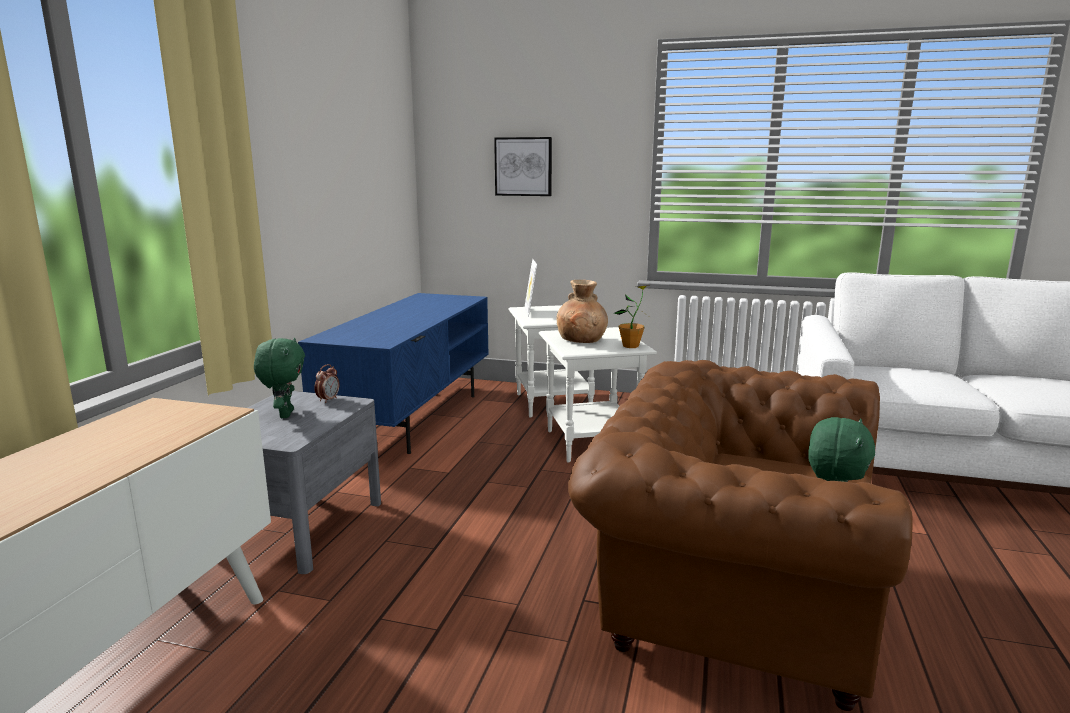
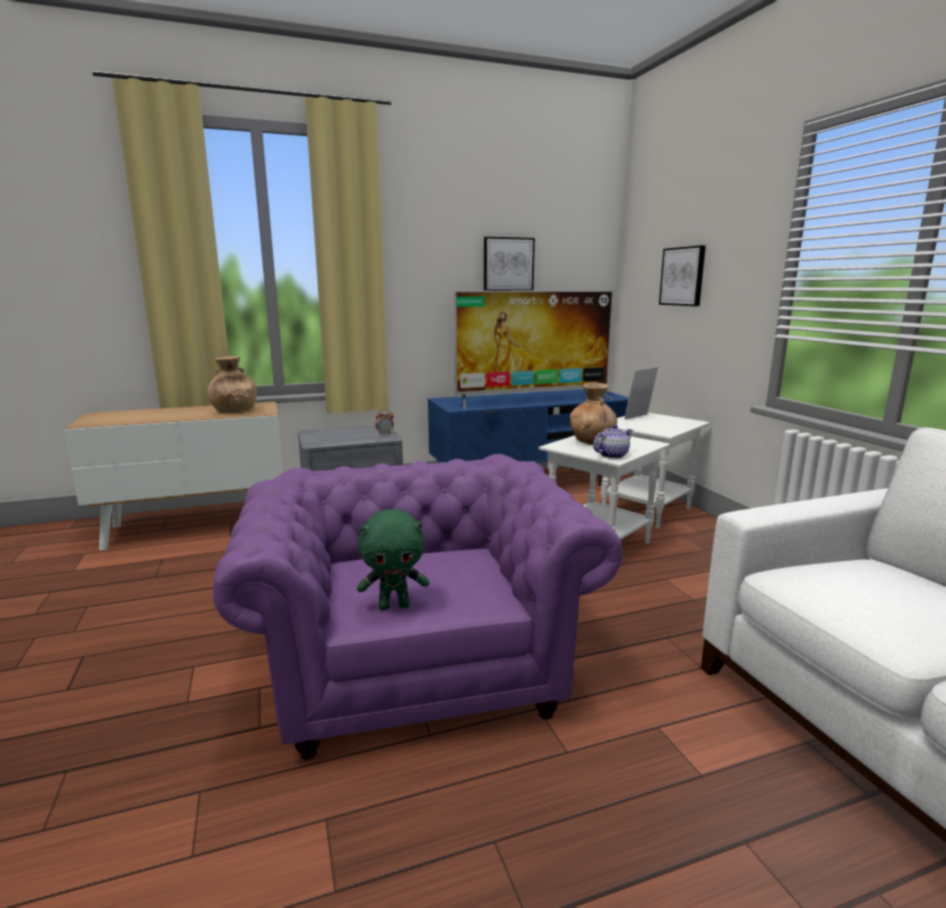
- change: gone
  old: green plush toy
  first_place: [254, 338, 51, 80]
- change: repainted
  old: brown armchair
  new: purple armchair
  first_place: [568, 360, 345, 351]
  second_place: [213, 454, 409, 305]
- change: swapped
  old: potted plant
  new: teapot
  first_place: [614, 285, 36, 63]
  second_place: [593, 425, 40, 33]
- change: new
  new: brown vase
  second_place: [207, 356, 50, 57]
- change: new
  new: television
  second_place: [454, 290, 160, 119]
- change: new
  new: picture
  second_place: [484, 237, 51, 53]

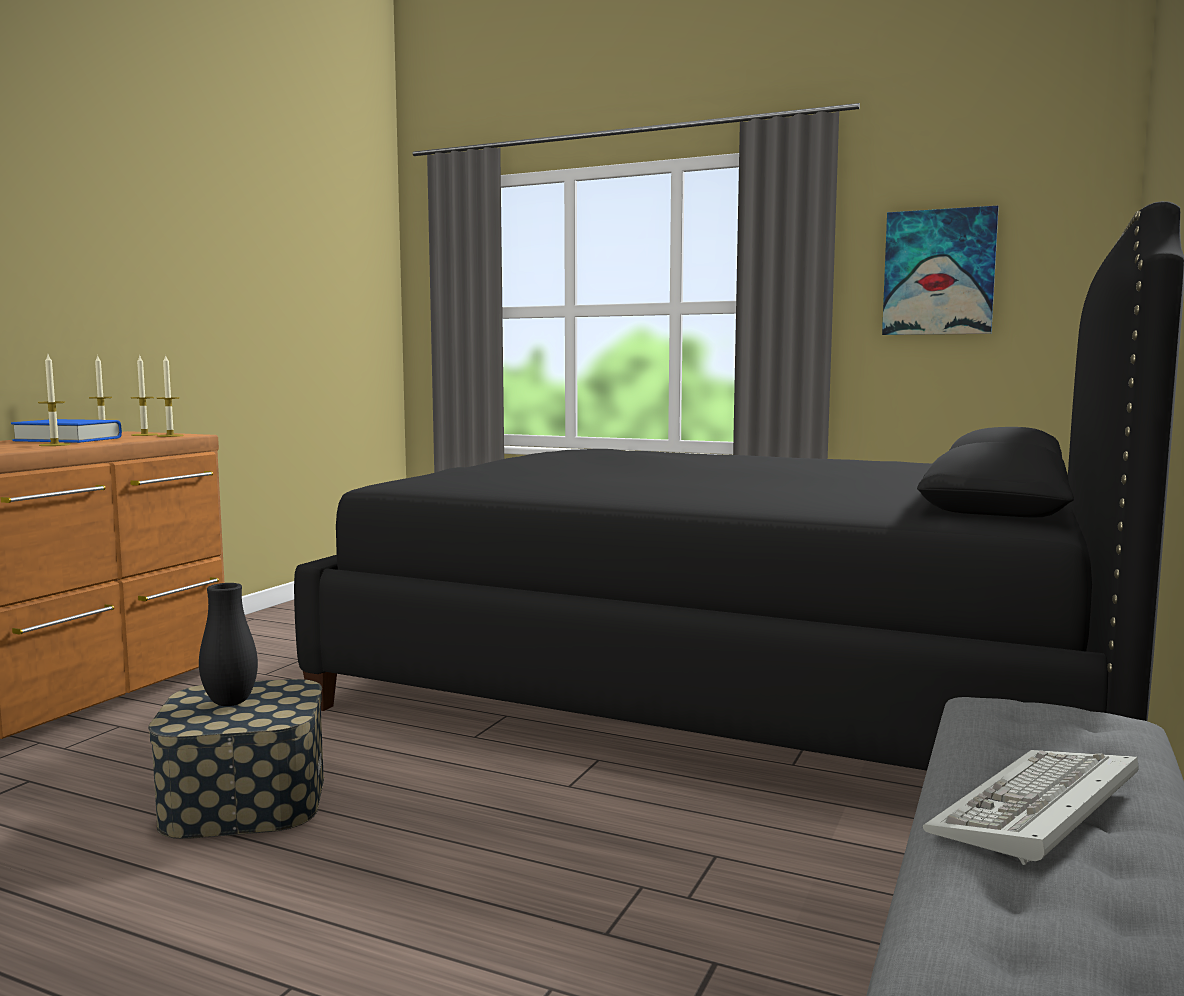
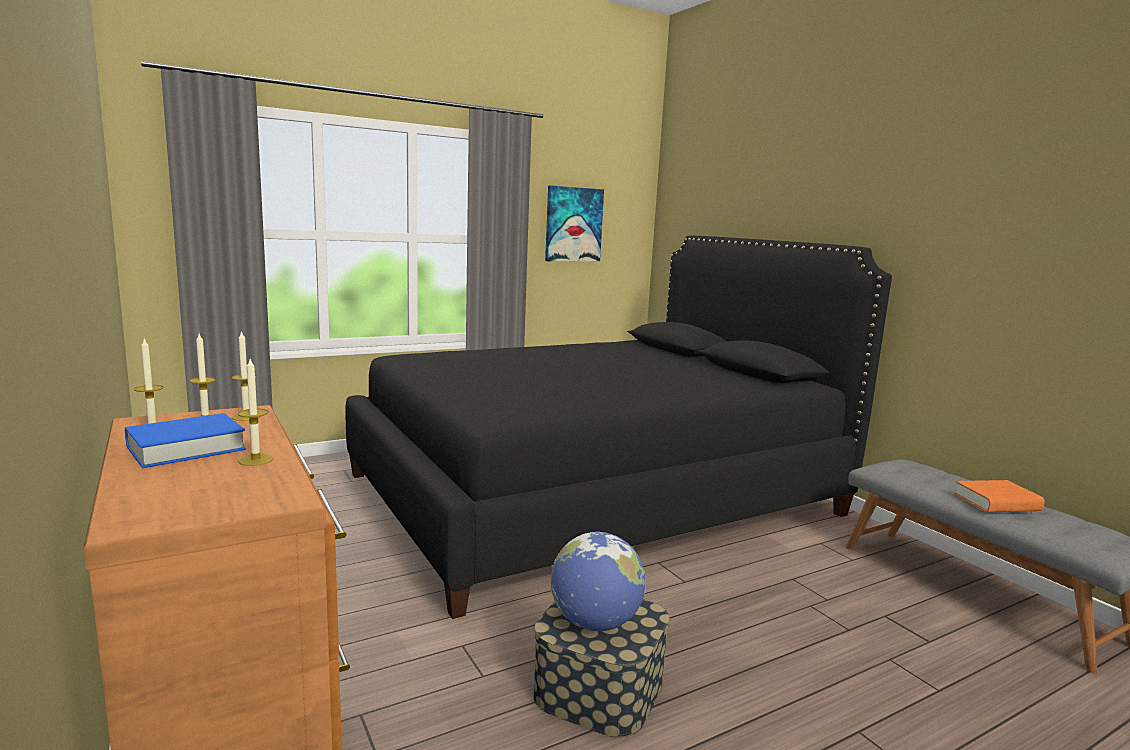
- change: swapped
  old: black vase
  new: globe
  first_place: [199, 583, 59, 123]
  second_place: [551, 532, 95, 99]
- change: swapped
  old: keyboard
  new: orange book
  first_place: [923, 750, 216, 115]
  second_place: [954, 480, 91, 32]

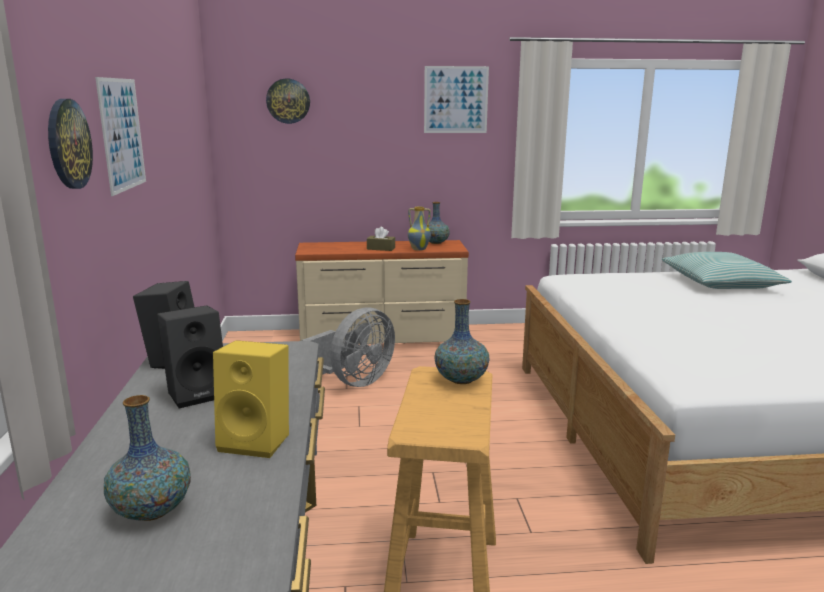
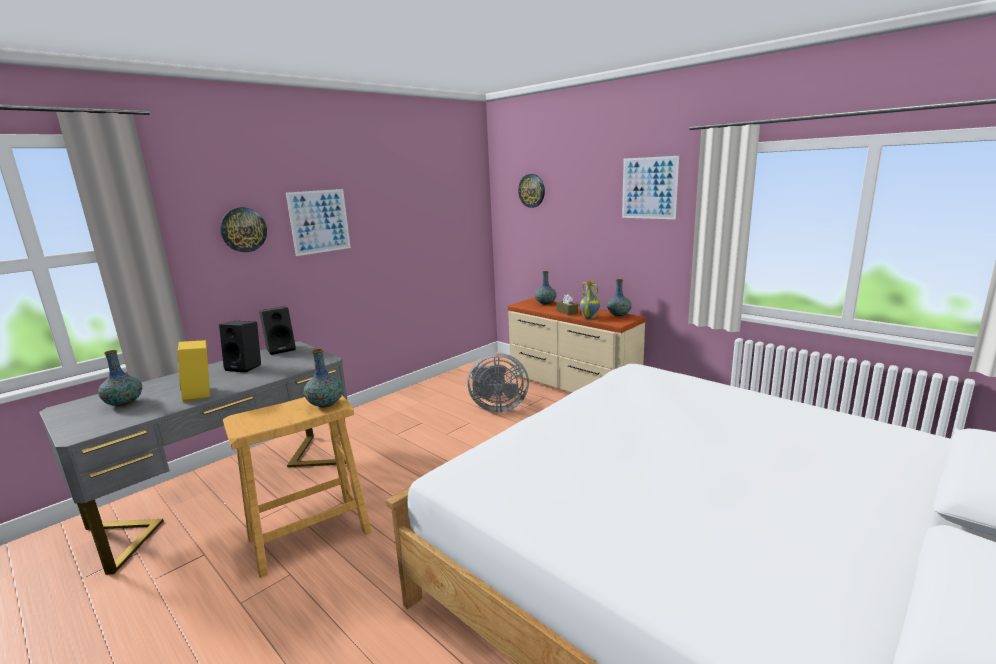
- change: gone
  old: pillow
  first_place: [662, 252, 130, 37]
- change: new
  new: vase
  second_place: [535, 271, 22, 34]

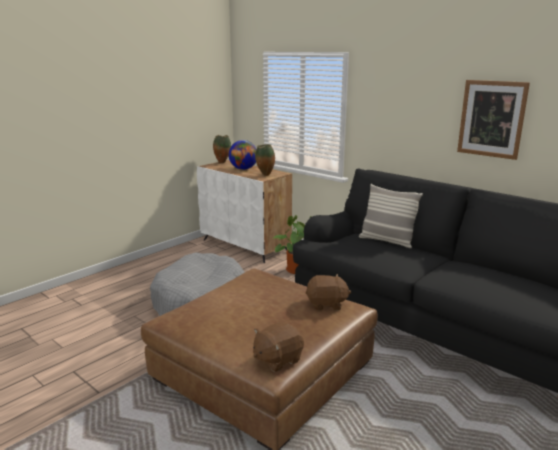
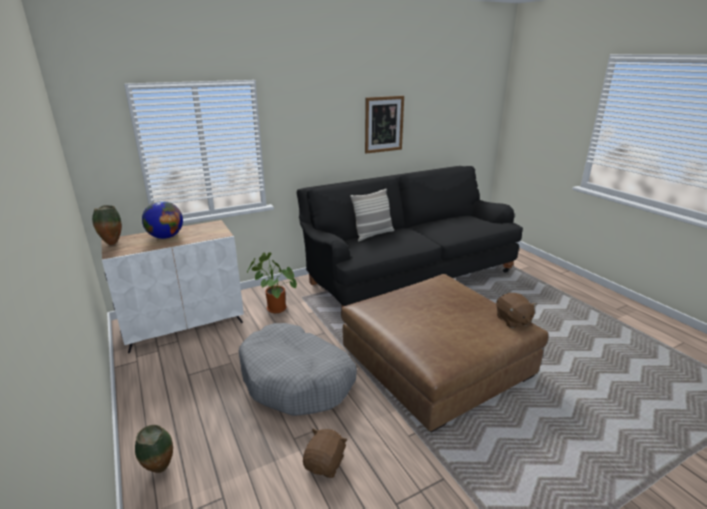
- change: shifted
  old: vase
  first_place: [255, 144, 20, 32]
  second_place: [135, 425, 38, 48]
- change: shifted
  old: brown plush toy
  first_place: [306, 274, 45, 36]
  second_place: [303, 429, 44, 49]

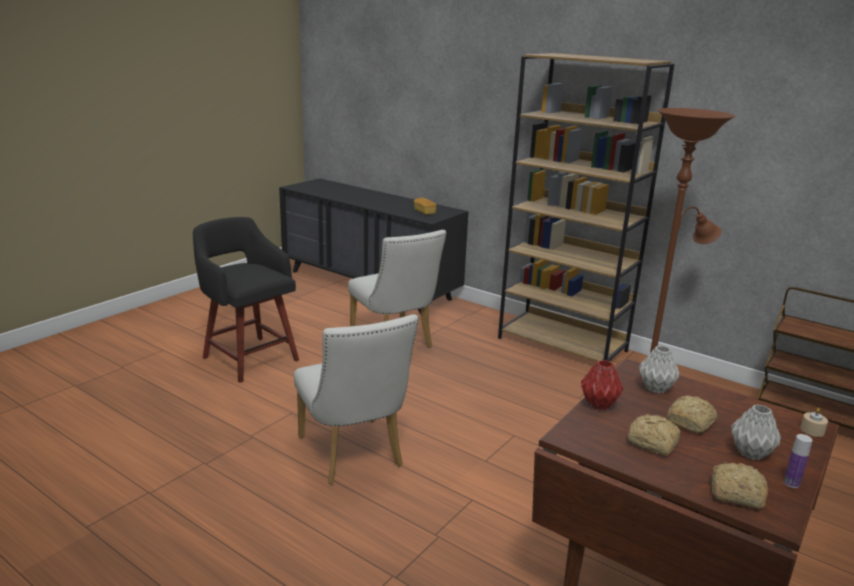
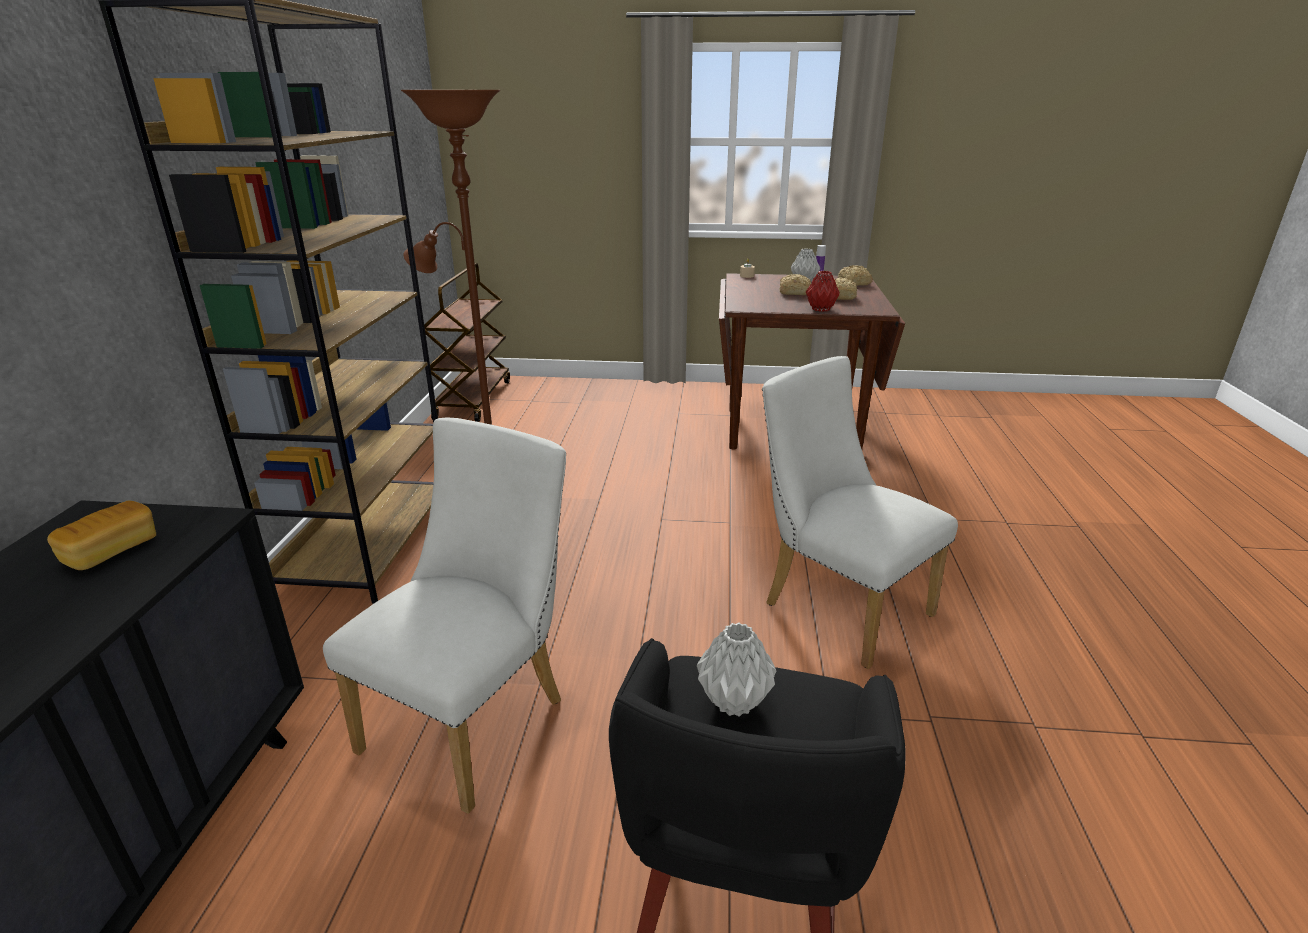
- change: rotated
  old: white chair
  first_place: [294, 314, 124, 170]
  second_place: [762, 356, 196, 313]
  degrees: -75
- change: shifted
  old: grey vase
  first_place: [639, 346, 41, 47]
  second_place: [697, 622, 79, 95]

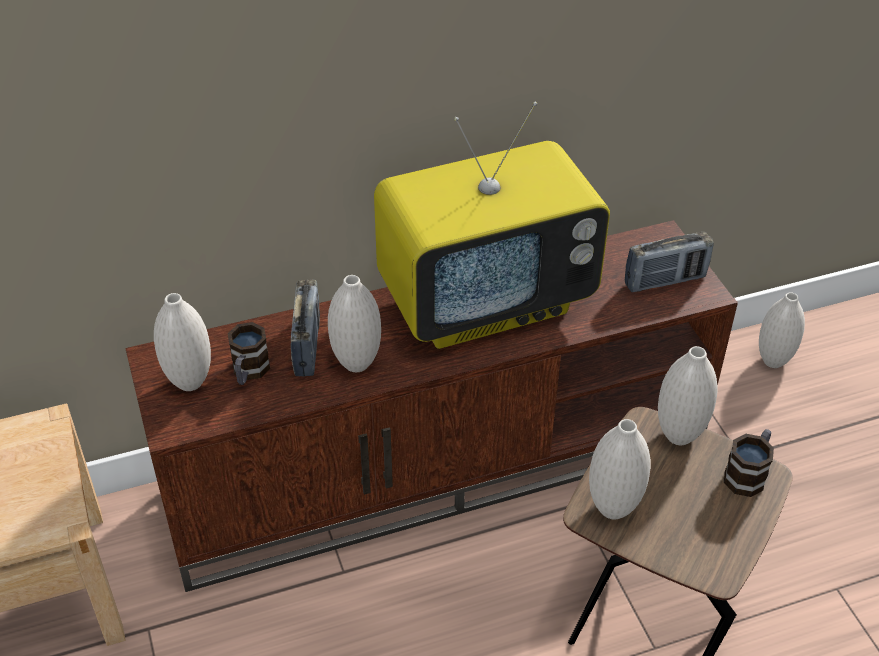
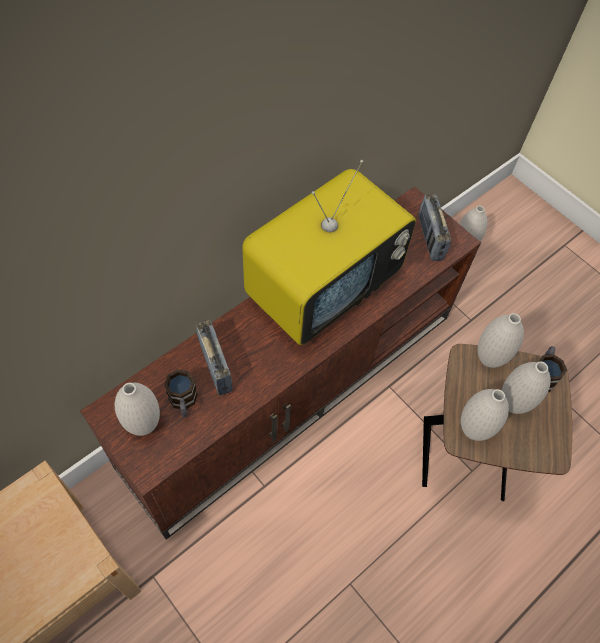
- change: shifted
  old: white vase
  first_place: [328, 275, 53, 97]
  second_place: [502, 361, 49, 53]
- change: rotated
  old: radio
  first_place: [625, 232, 89, 60]
  second_place: [418, 194, 33, 67]
  degrees: 120

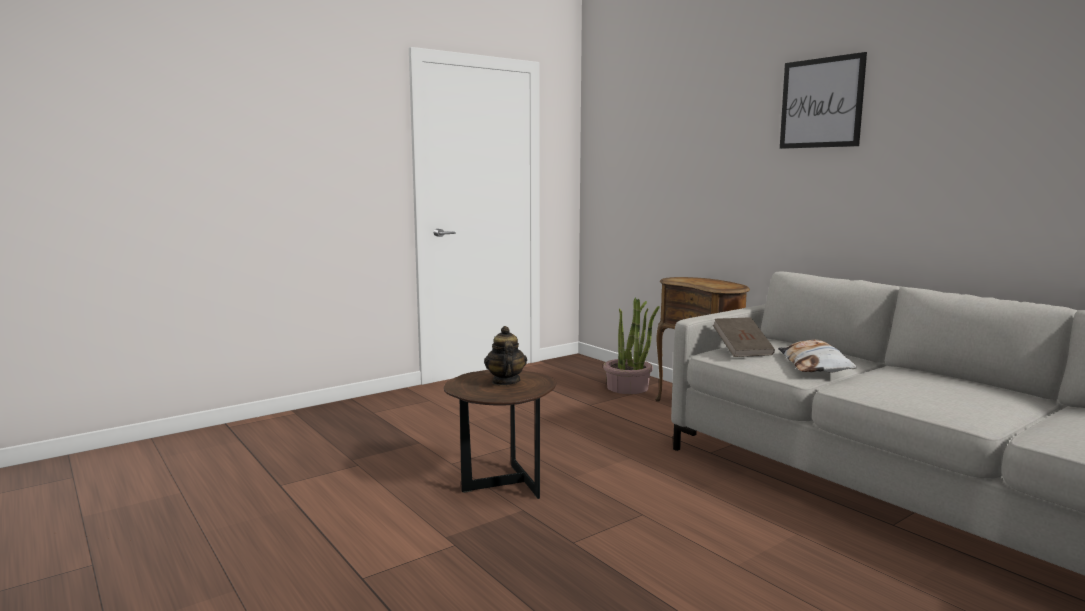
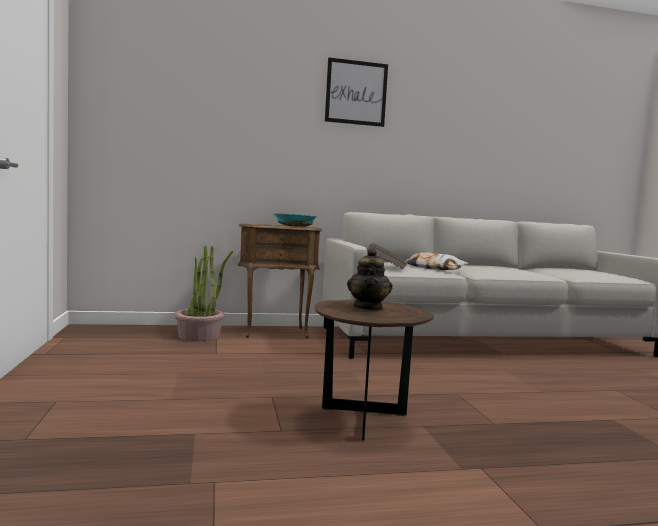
- change: rotated
  old: teapot
  first_place: [484, 326, 43, 59]
  second_place: [347, 248, 45, 63]
  degrees: -105
- change: new
  new: turquoise bowl
  second_place: [274, 213, 43, 14]

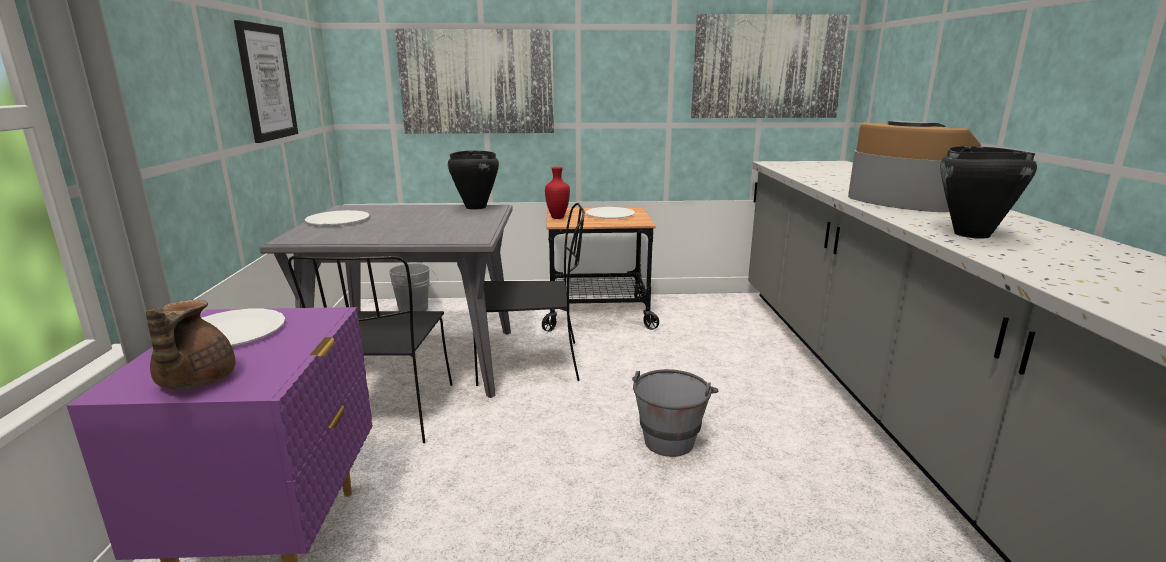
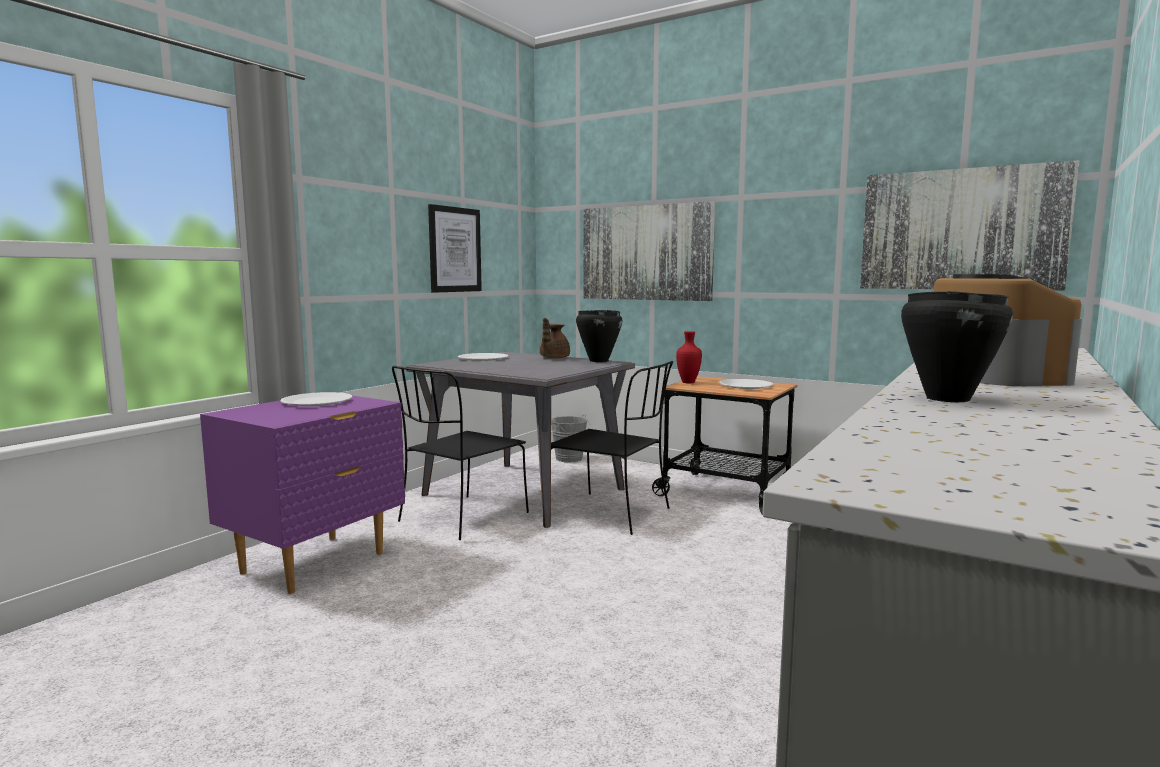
- change: shifted
  old: brown teapot
  first_place: [146, 300, 89, 90]
  second_place: [540, 318, 30, 40]
- change: gone
  old: grey bucket
  first_place: [632, 369, 86, 88]

